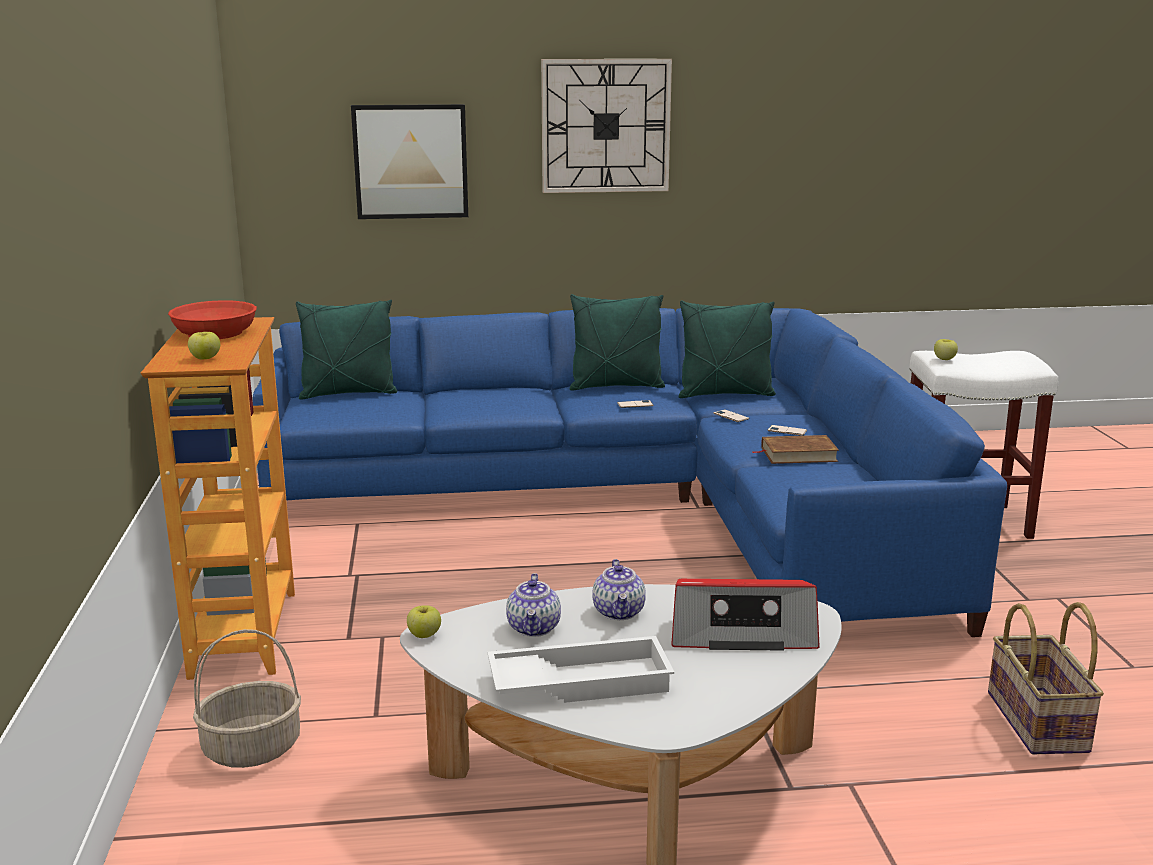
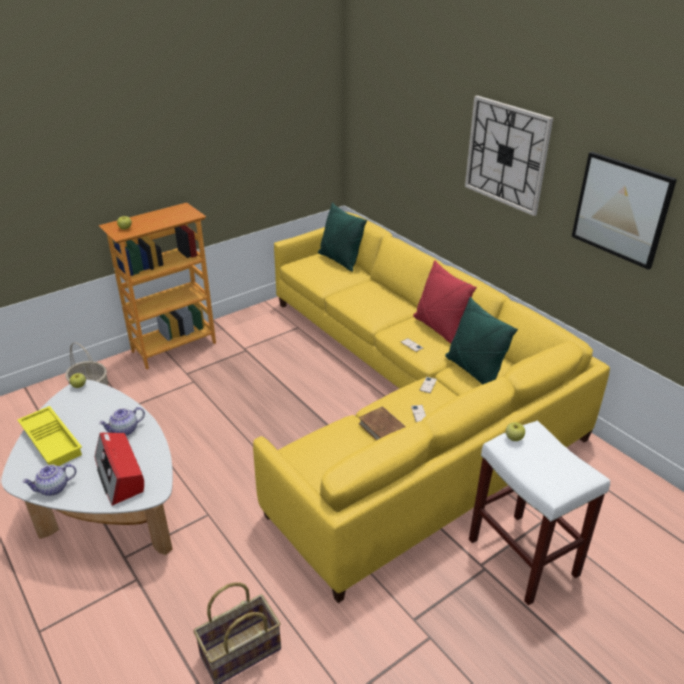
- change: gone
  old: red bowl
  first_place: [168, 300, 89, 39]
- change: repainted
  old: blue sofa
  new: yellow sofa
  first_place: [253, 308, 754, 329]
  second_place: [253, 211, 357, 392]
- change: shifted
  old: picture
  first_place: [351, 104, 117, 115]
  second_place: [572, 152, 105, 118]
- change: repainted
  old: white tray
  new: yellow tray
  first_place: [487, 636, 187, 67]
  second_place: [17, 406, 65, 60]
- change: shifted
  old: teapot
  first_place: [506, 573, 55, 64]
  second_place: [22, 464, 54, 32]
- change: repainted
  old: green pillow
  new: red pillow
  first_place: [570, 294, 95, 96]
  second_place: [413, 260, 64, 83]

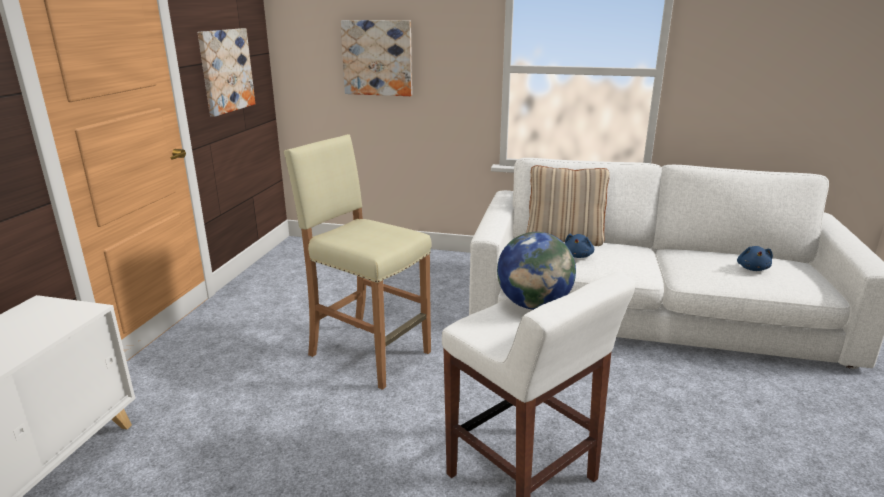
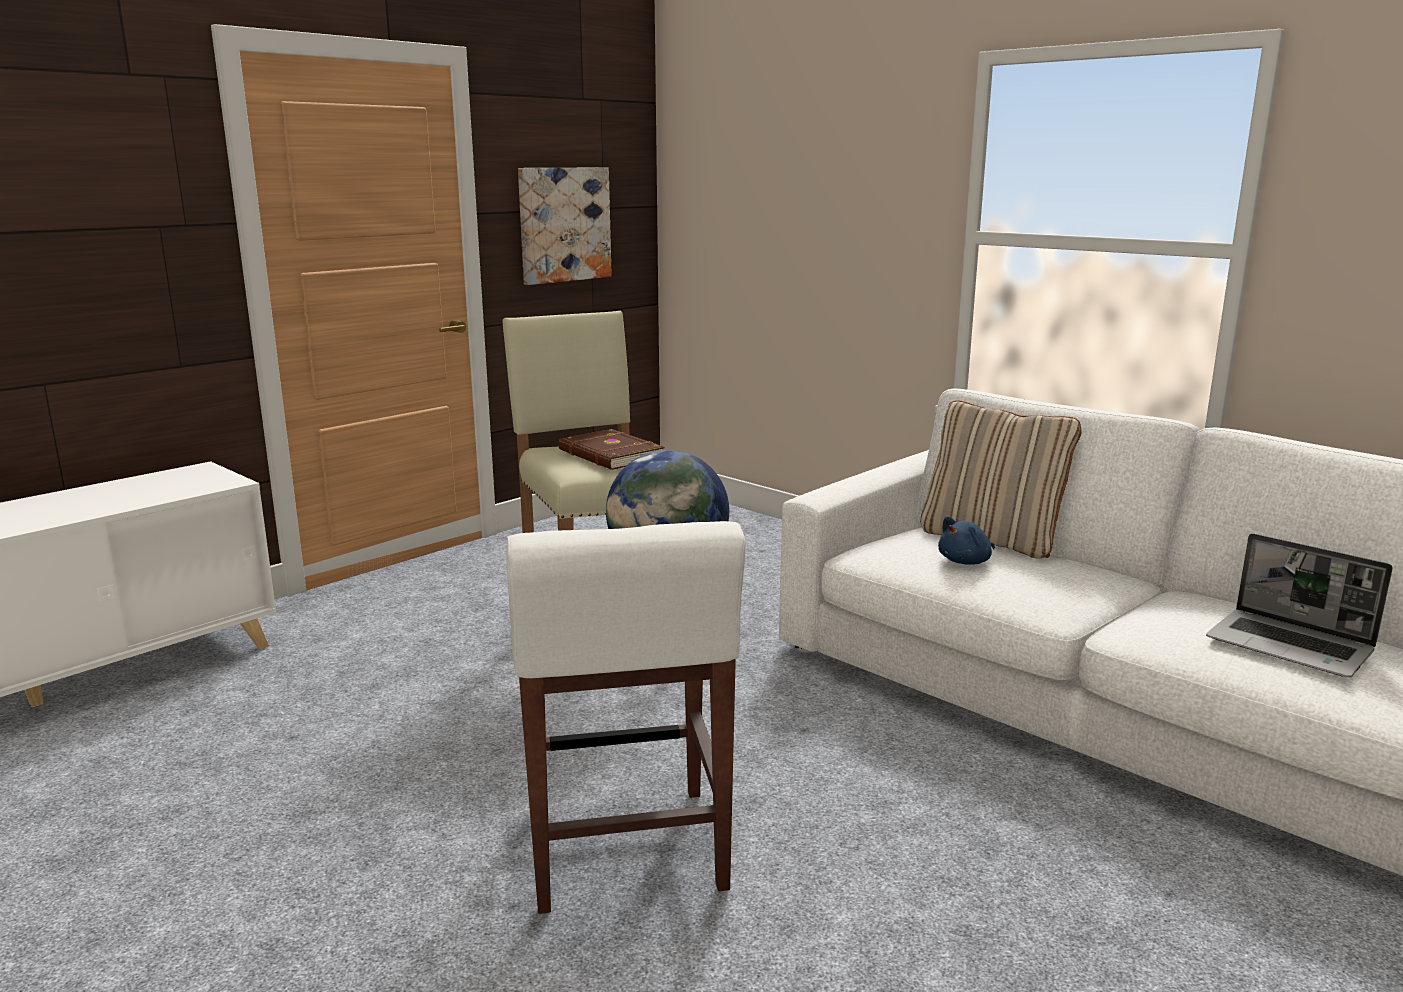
- change: gone
  old: picture
  first_place: [340, 20, 72, 76]
- change: swapped
  old: blue plush toy
  new: laptop
  first_place: [737, 246, 36, 25]
  second_place: [1206, 533, 187, 145]
- change: new
  new: brown book
  second_place: [558, 429, 107, 41]

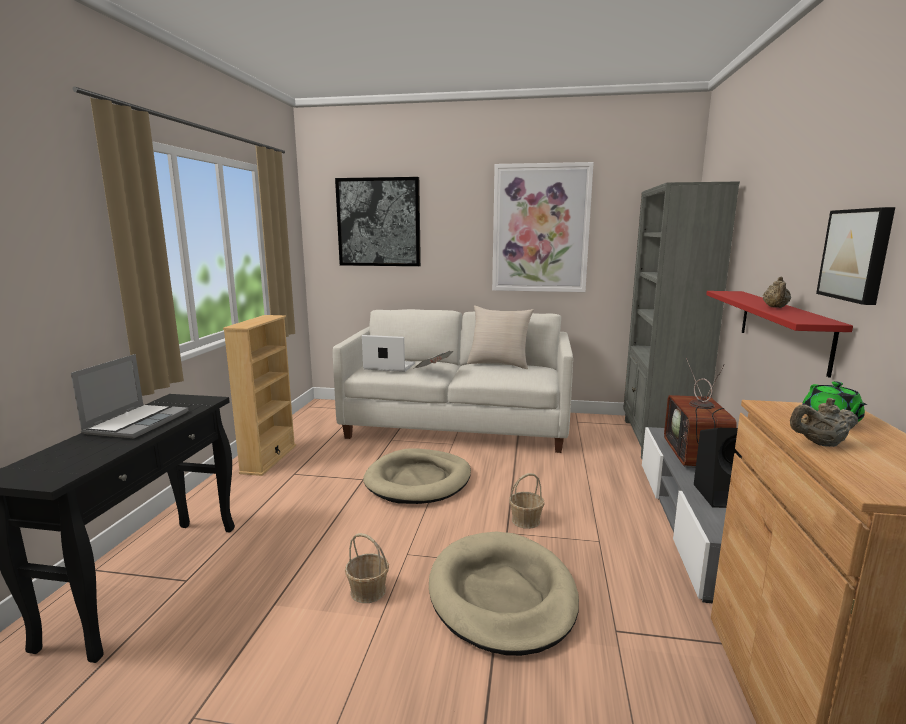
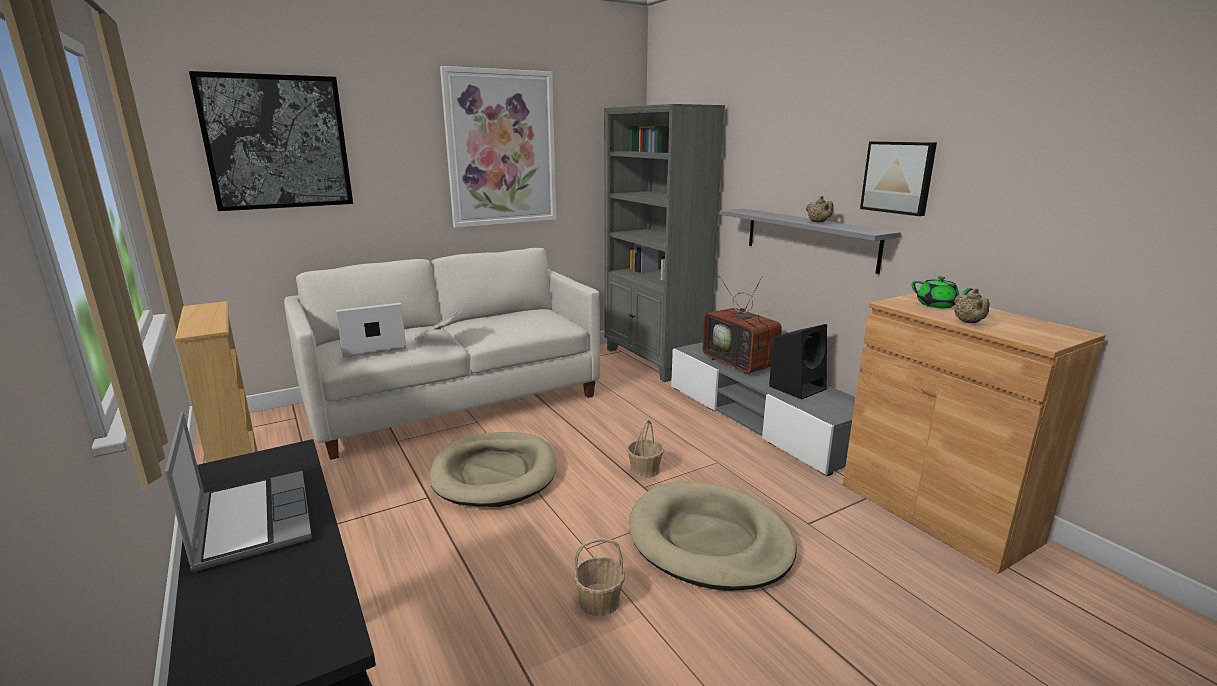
- change: gone
  old: beige pillow
  first_place: [467, 306, 67, 63]
- change: repainted
  old: red shelf
  new: grey shelf
  first_place: [706, 291, 147, 86]
  second_place: [720, 208, 181, 66]
- change: rotated
  old: beige teapot
  first_place: [790, 398, 68, 49]
  second_place: [954, 288, 36, 35]
  degrees: -45

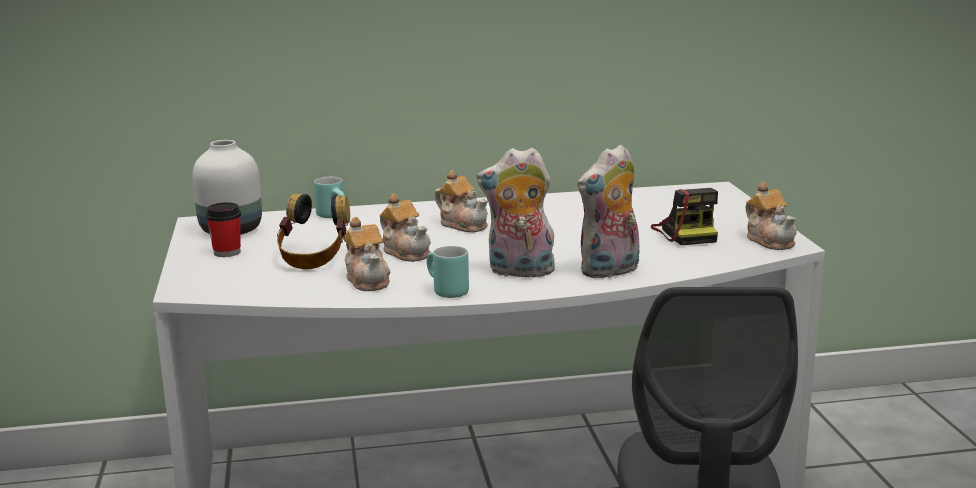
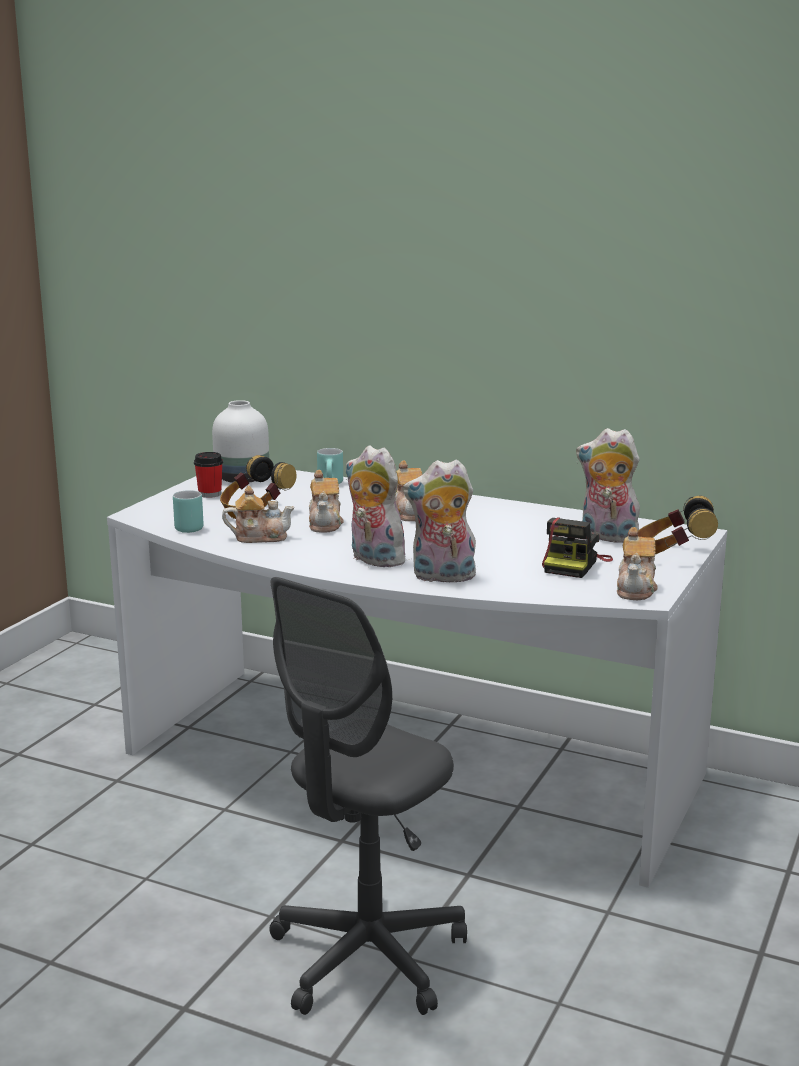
- change: rotated
  old: teapot
  first_place: [343, 217, 47, 74]
  second_place: [222, 486, 73, 57]
  degrees: -105
- change: shifted
  old: turquoise mug
  first_place: [427, 246, 42, 52]
  second_place: [173, 490, 31, 43]
- change: new
  new: plush toy
  second_place: [576, 428, 64, 115]
- change: new
  new: headphones
  second_place: [638, 496, 80, 59]

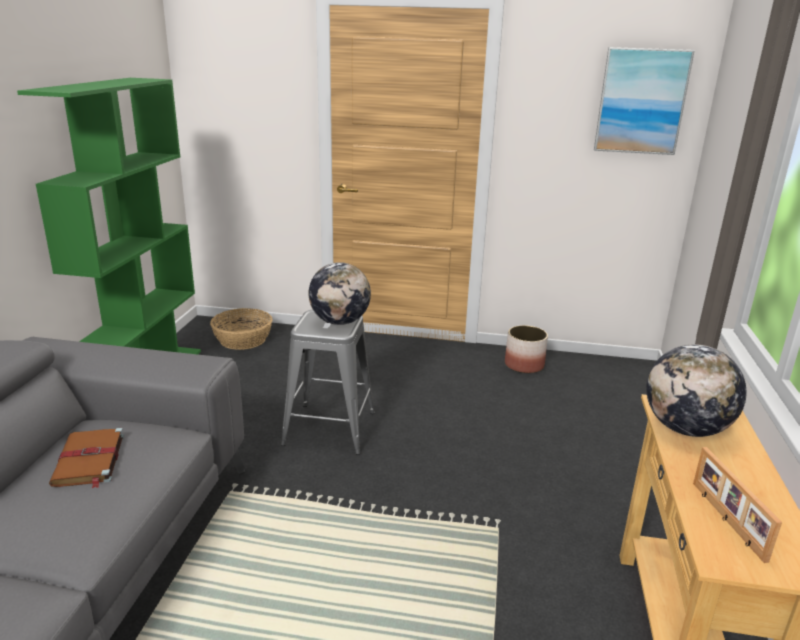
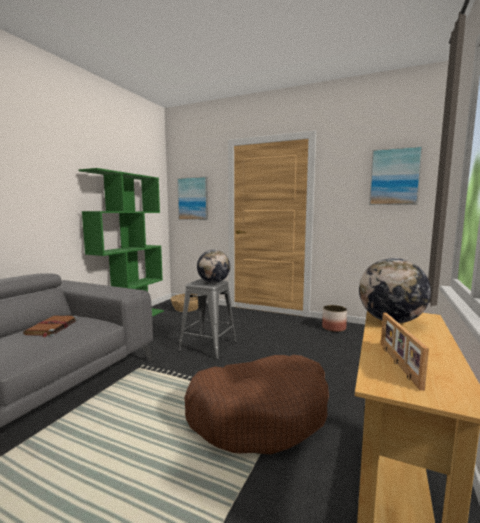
- change: new
  new: picture
  second_place: [177, 177, 31, 43]
- change: new
  new: brown dog bed
  second_place: [184, 355, 145, 100]

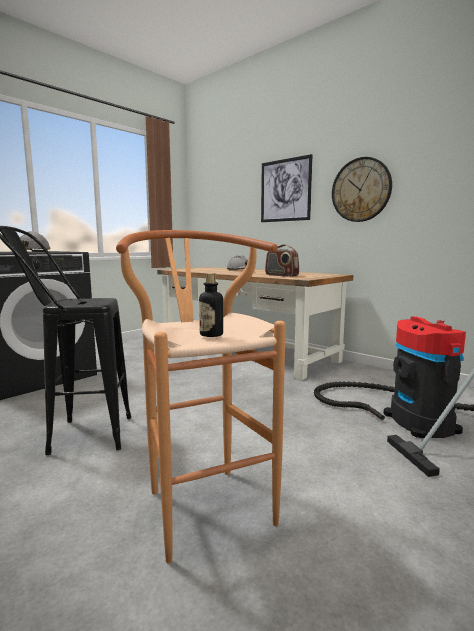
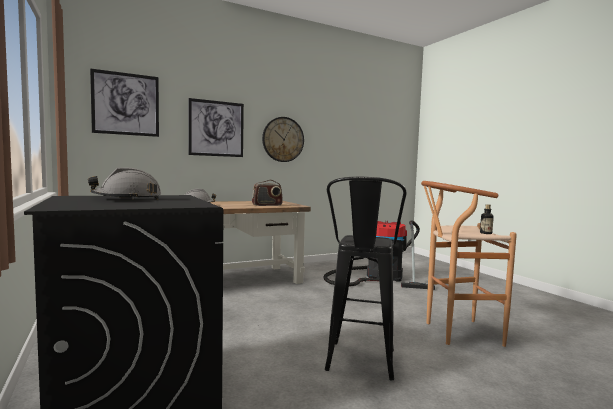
- change: new
  new: picture
  second_place: [90, 68, 69, 69]

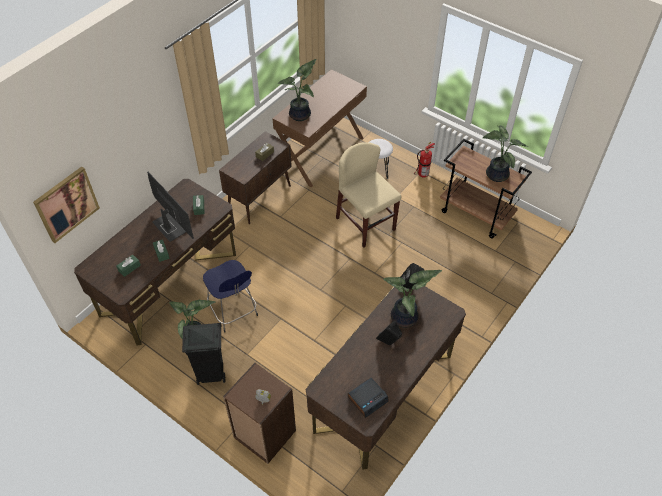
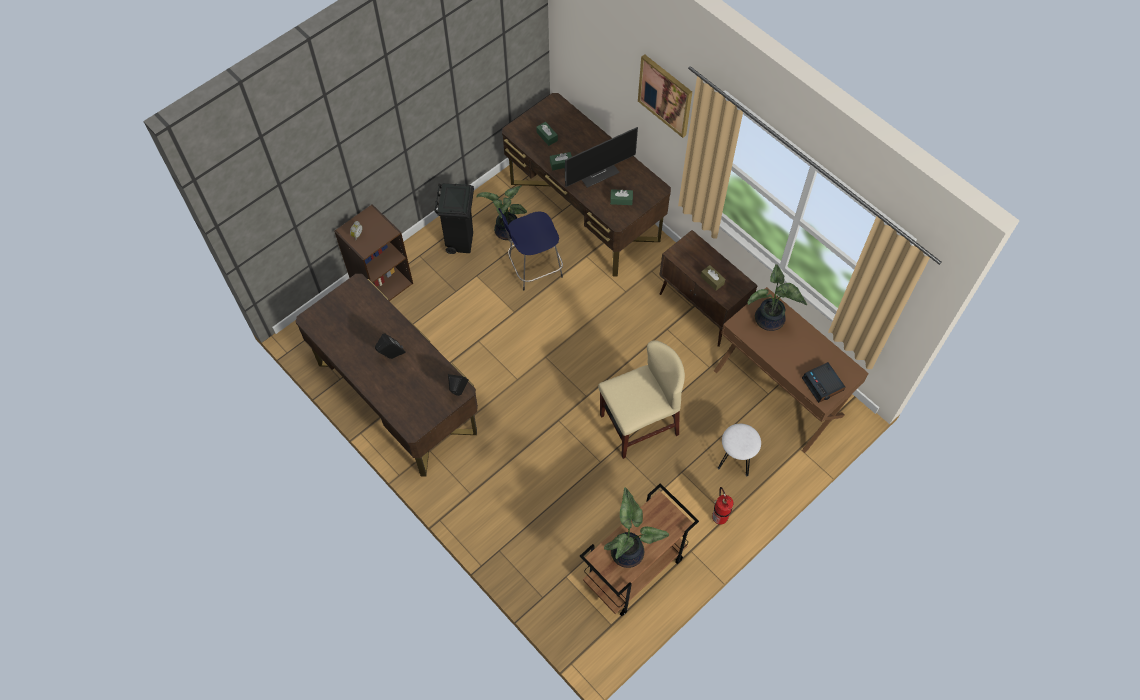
- change: shifted
  old: picture
  first_place: [33, 166, 67, 77]
  second_place: [638, 54, 54, 84]
- change: shifted
  old: alarm clock
  first_place: [348, 377, 41, 41]
  second_place: [802, 362, 44, 41]
- change: gone
  old: potted plant
  first_place: [383, 270, 59, 57]

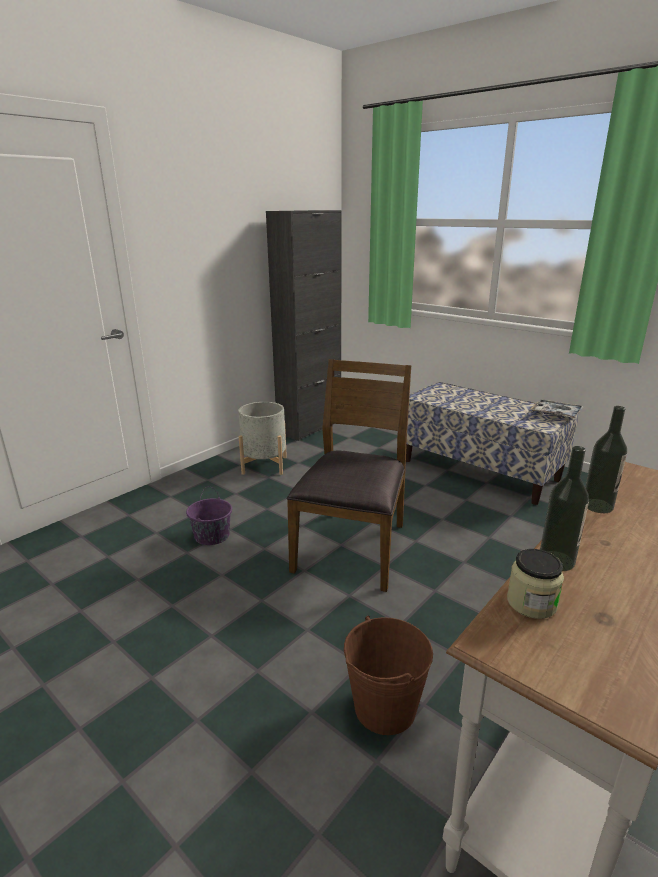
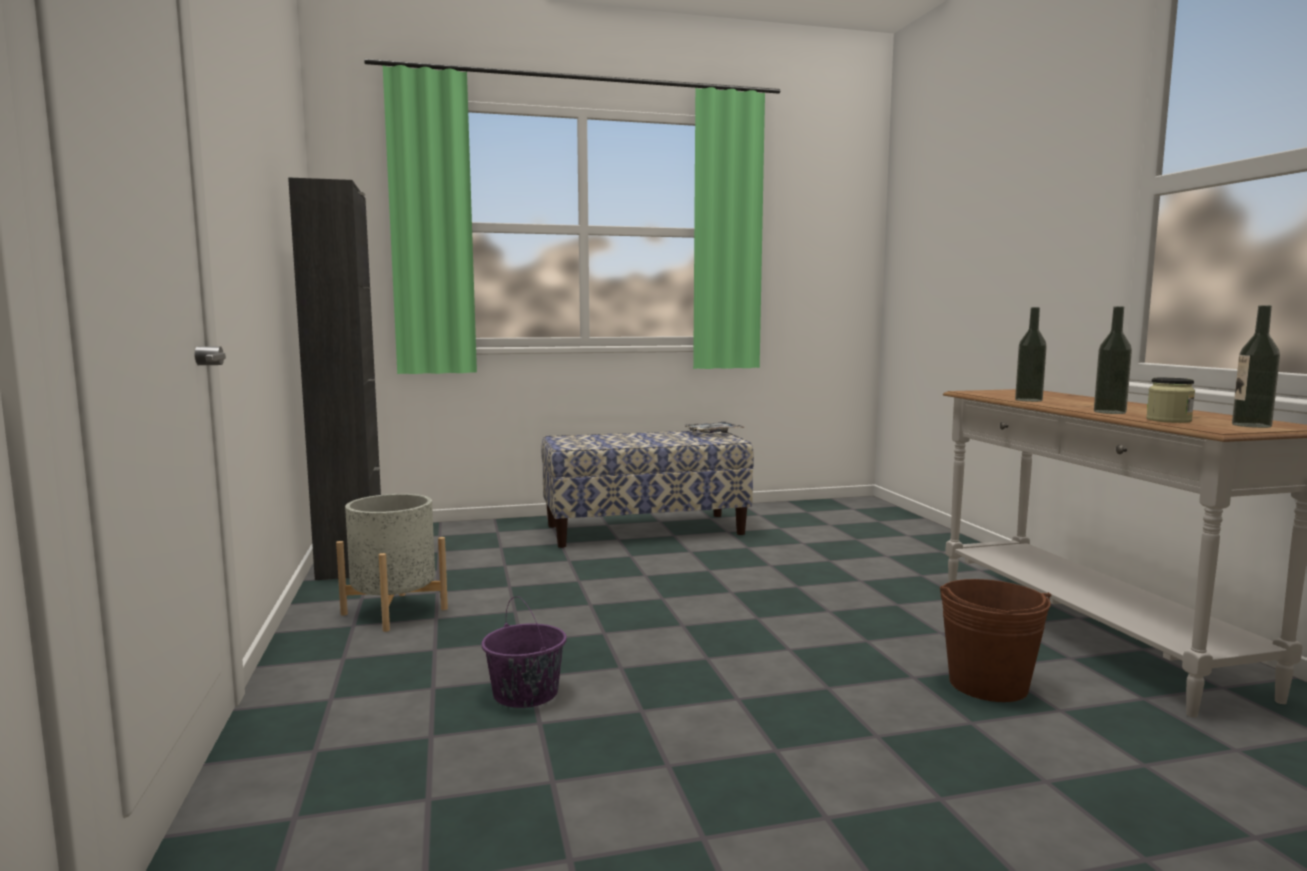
- change: gone
  old: brown chair
  first_place: [287, 359, 124, 233]
- change: new
  new: bottle
  second_place: [1232, 305, 48, 123]

